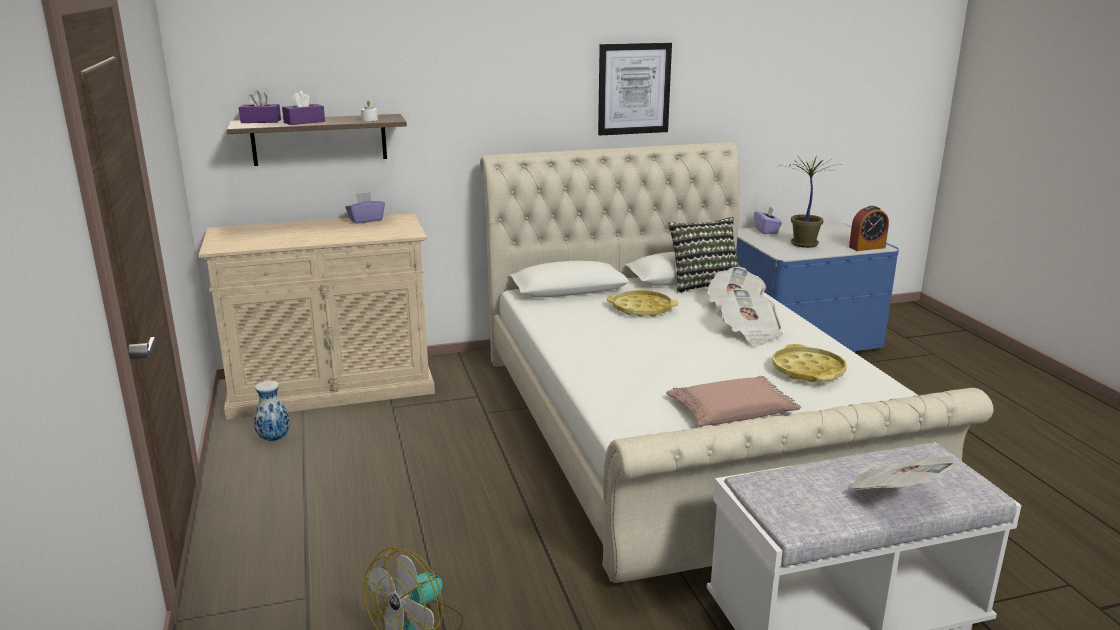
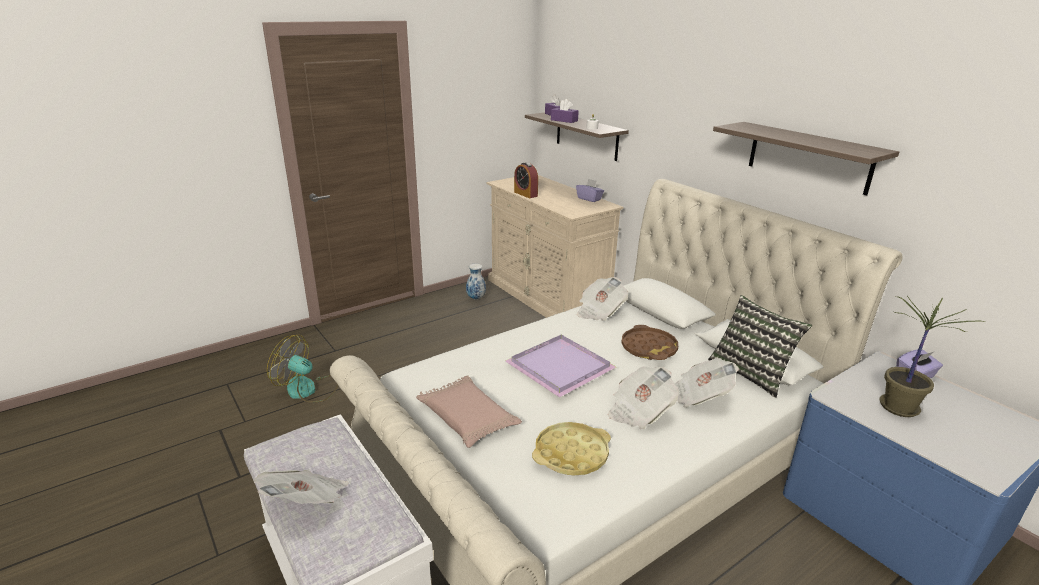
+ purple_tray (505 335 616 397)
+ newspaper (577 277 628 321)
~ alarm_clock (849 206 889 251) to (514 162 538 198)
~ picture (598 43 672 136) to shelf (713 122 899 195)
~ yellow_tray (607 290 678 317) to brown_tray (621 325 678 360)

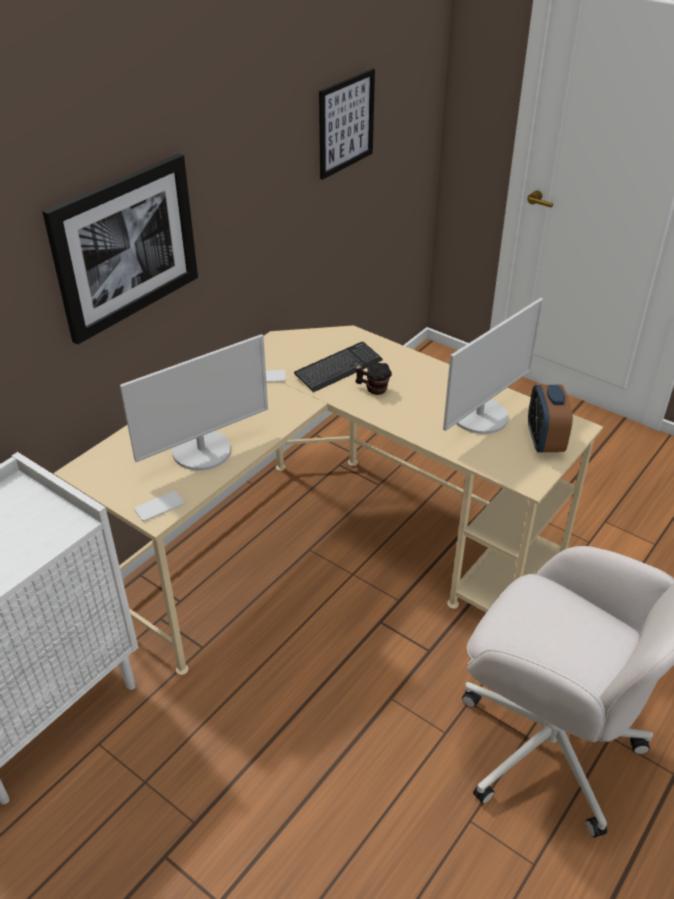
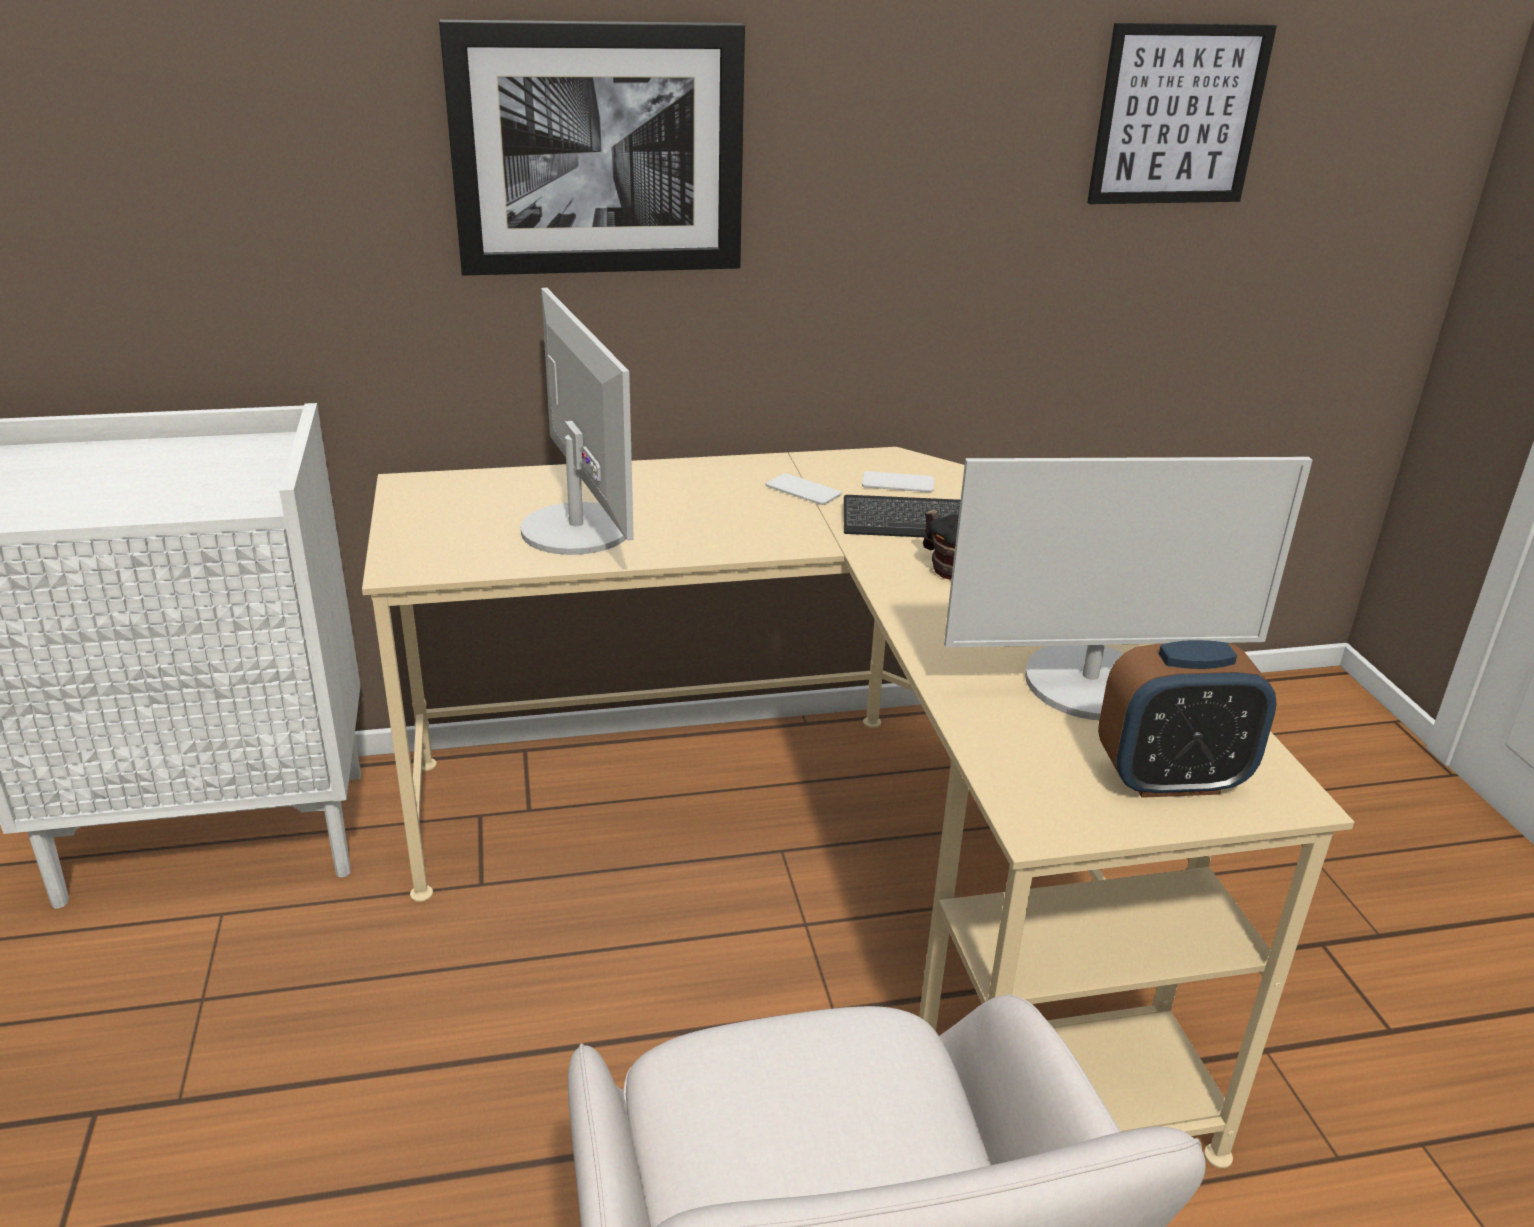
~ phone (134 491 184 521) to (862 471 934 492)
~ monitor (120 334 268 471) = (521 288 634 555) 120 degrees counterclockwise
~ alarm_clock (528 385 573 453) = (1098 640 1277 798) 135 degrees counterclockwise

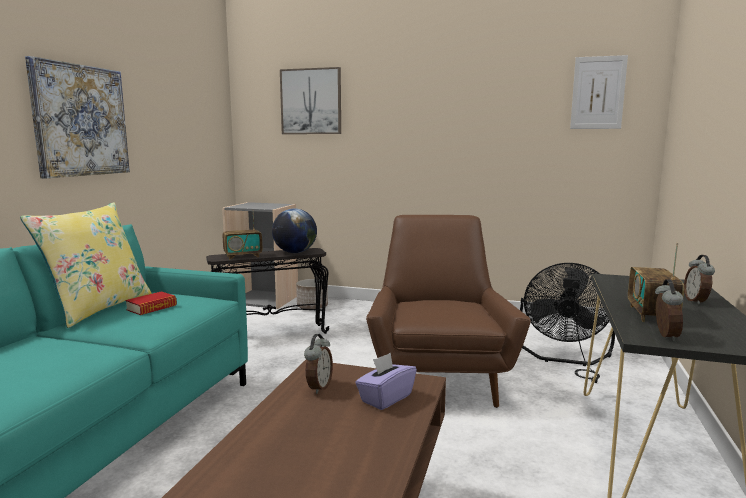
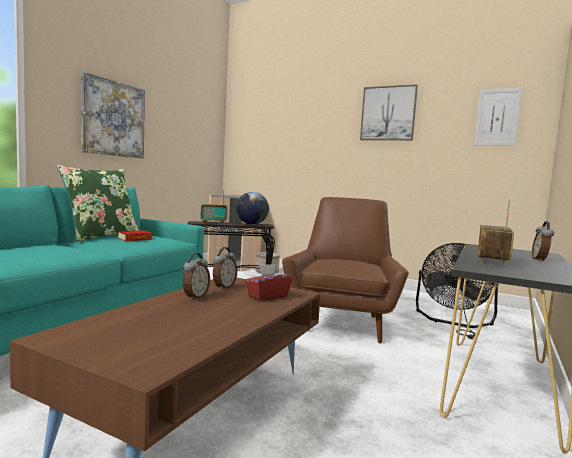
~ picture (280 67 341 134) to (360 84 418 140)
~ alarm_clock (655 279 684 341) to (183 253 210 300)
~ yellow_pillow (20 202 152 328) to green_pillow (57 165 139 242)
~ purple_tissue_box (355 352 417 410) to red_tissue_box (245 264 292 301)

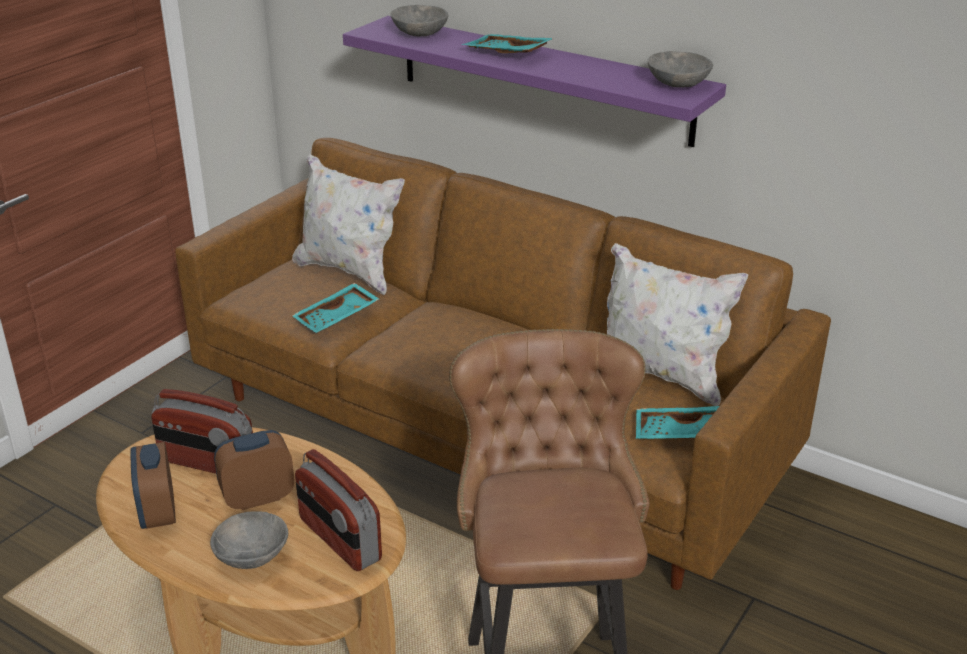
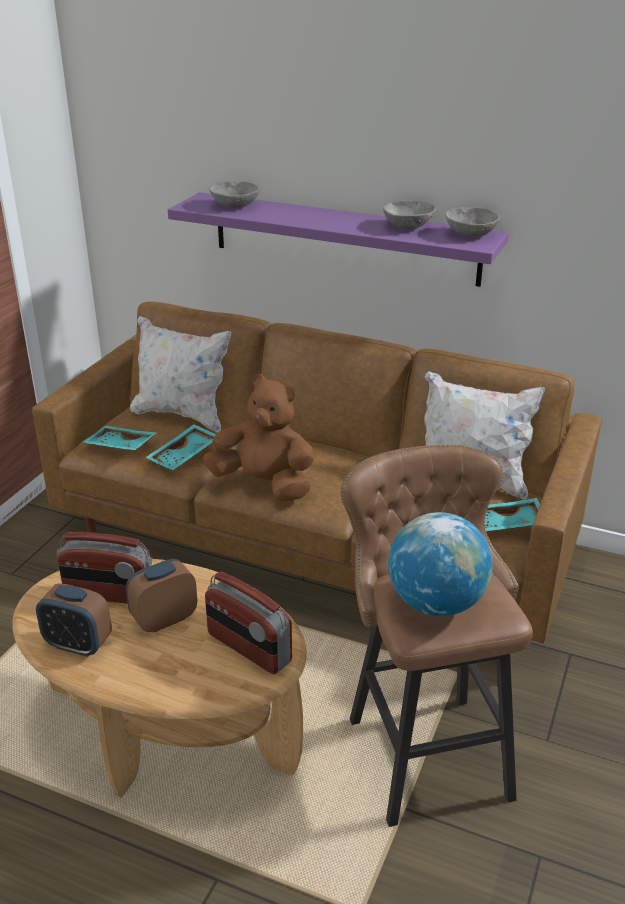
+ brown_plush_toy (203 374 314 502)
+ globe (388 512 492 616)
~ grey_bowl (210 511 288 569) to (383 201 436 229)
~ turquoise_tray (461 34 554 53) to (83 426 157 451)
~ alarm_clock (130 442 176 529) = (36 583 112 657) 45 degrees counterclockwise

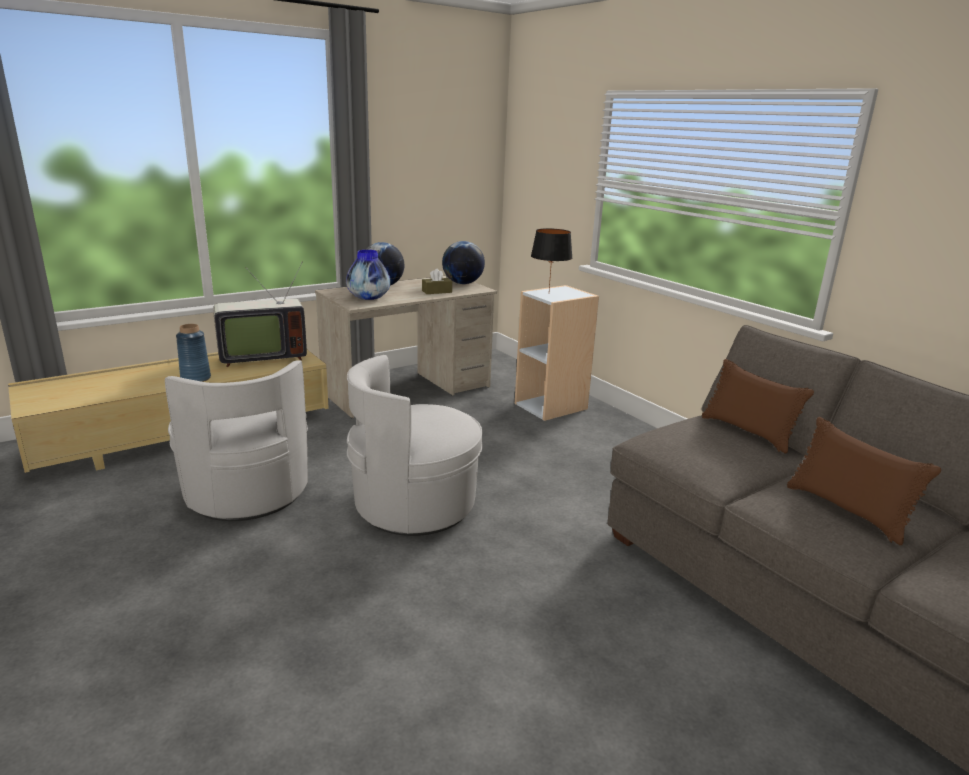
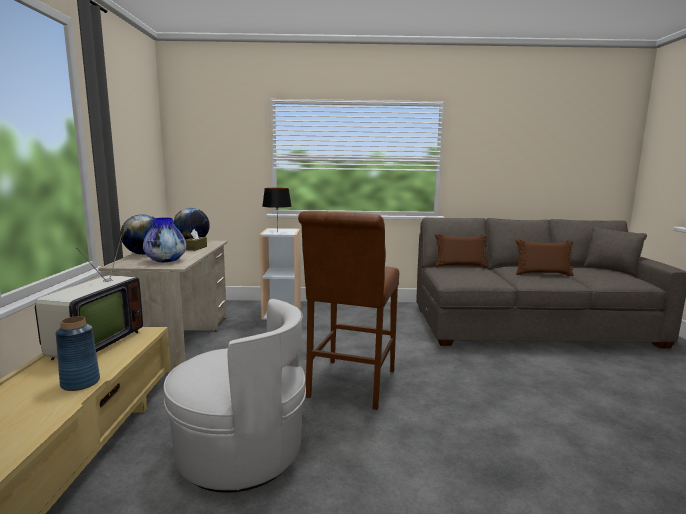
~ white_armchair (347 355 483 536) to brown_stool (298 211 399 410)

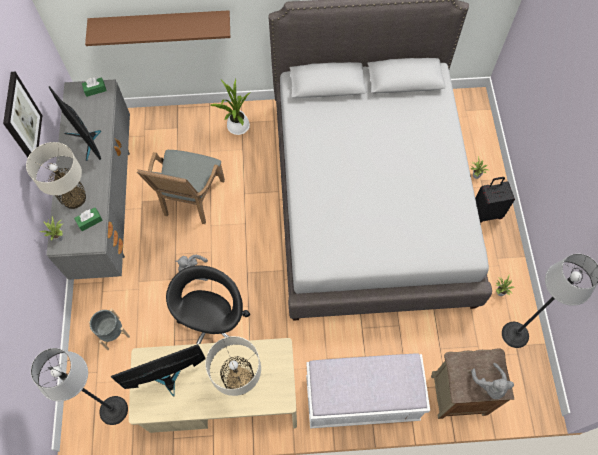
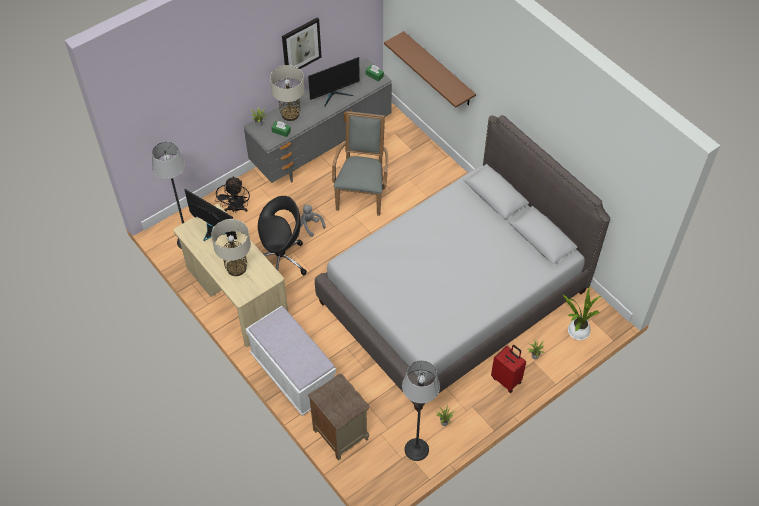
- grey_plush_toy (471 363 514 399)
~ potted_plant (210 79 251 135) to (562 286 601 340)
~ grey_planter (88 308 130 350) to black_fan (216 176 250 212)
~ black_suitcase (475 177 515 223) to red_suitcase (491 345 526 393)
~ monitor (49 86 101 161) = (308 57 360 107) 135 degrees counterclockwise
~ grey_armchair (137 150 225 224) = (332 111 388 216) 120 degrees clockwise

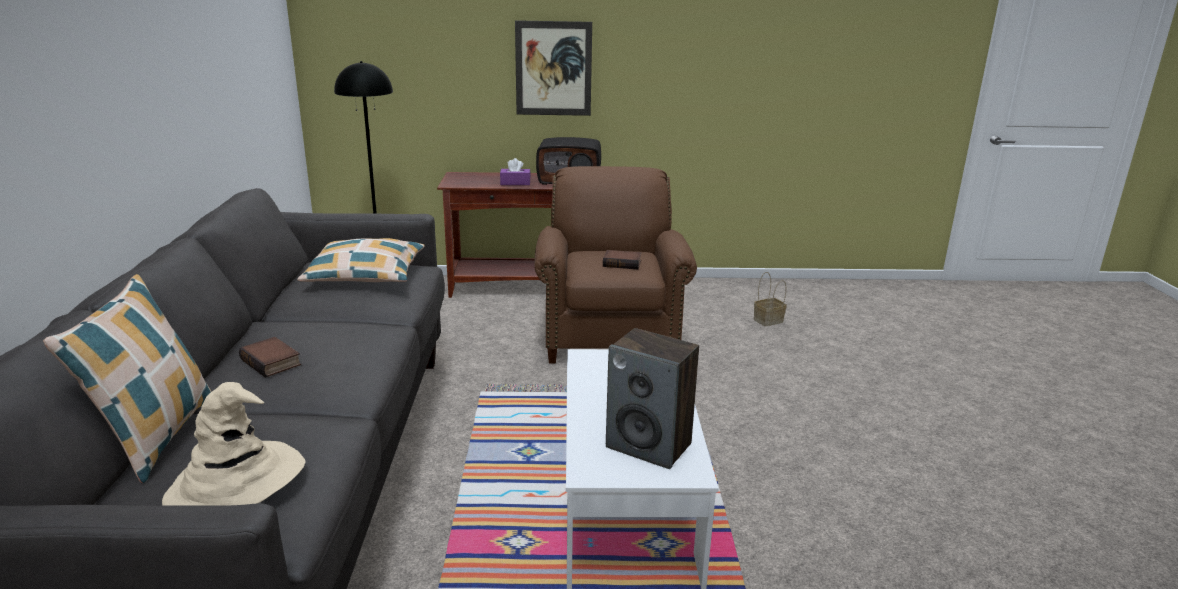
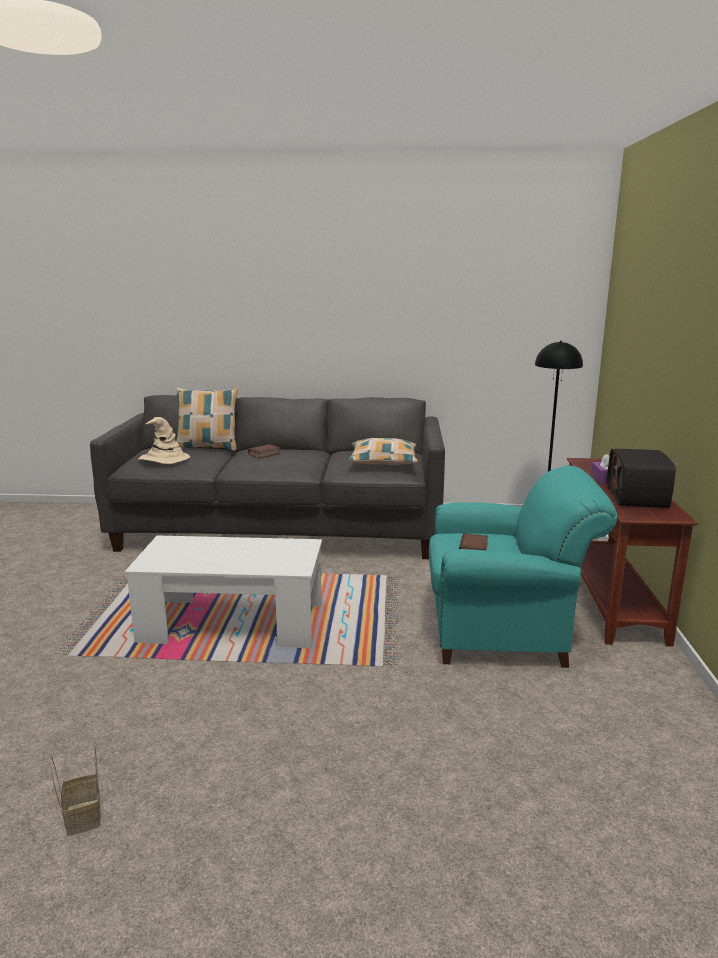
- picture (515 20 592 116)
- speaker (606 328 699 469)
~ basket (754 272 787 326) to (50 745 101 836)
~ brown_armchair (534 166 697 363) to turquoise_armchair (429 465 617 668)

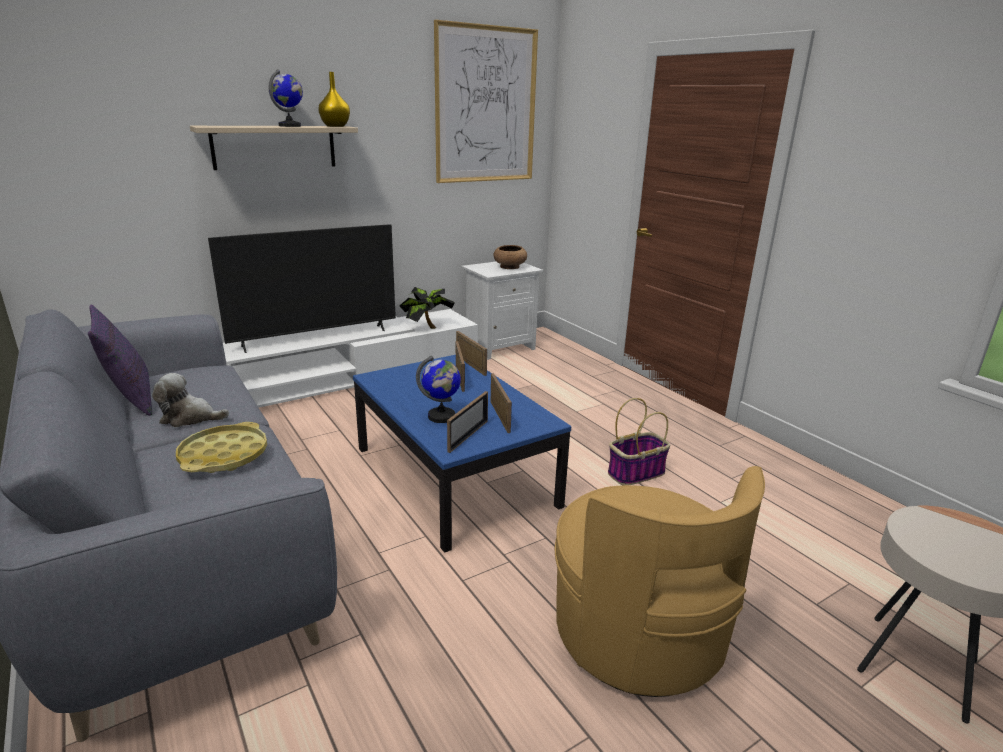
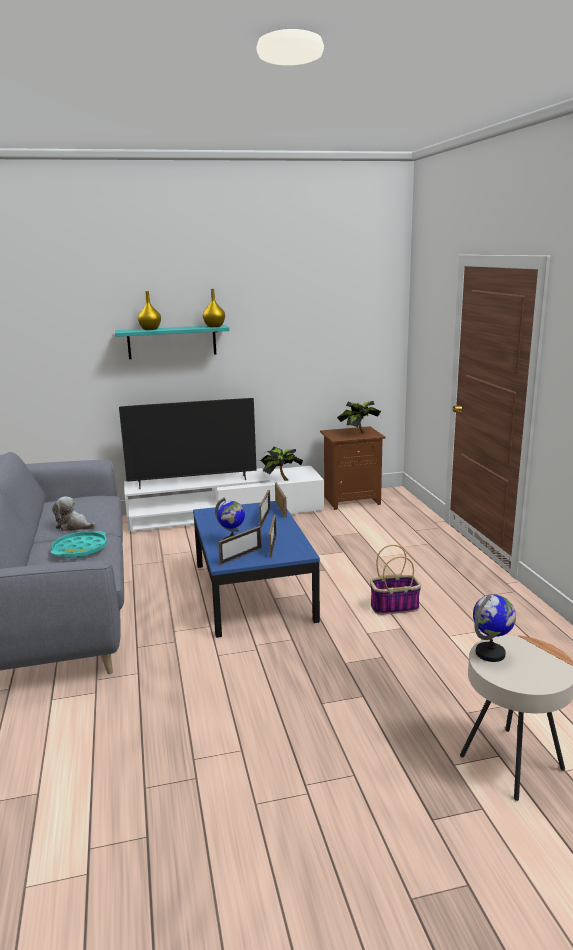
- purple_pillow (88 305 152 416)
- picture (434 20 538 183)
- beige_armchair (555 466 765 697)
+ yellow_vase (138 291 161 330)
~ globe (269 69 303 127) to (473 594 516 662)
~ brown_bowl (494 245 527 269) to potted_plant (337 401 381 433)
~ yellow_tray (176 422 267 473) to turquoise_tray (51 531 107 558)
~ beige_shelf (190 126 358 170) to turquoise_shelf (115 325 229 359)
~ white_nightstand (462 262 543 360) to brown_nightstand (320 426 386 510)

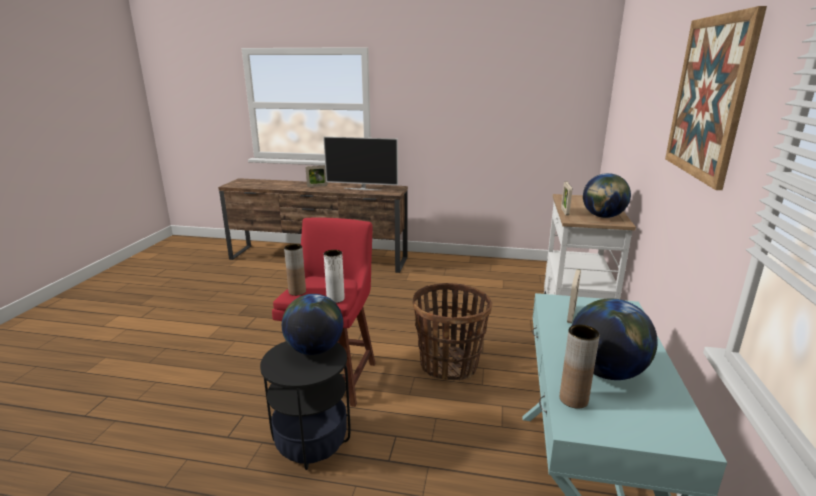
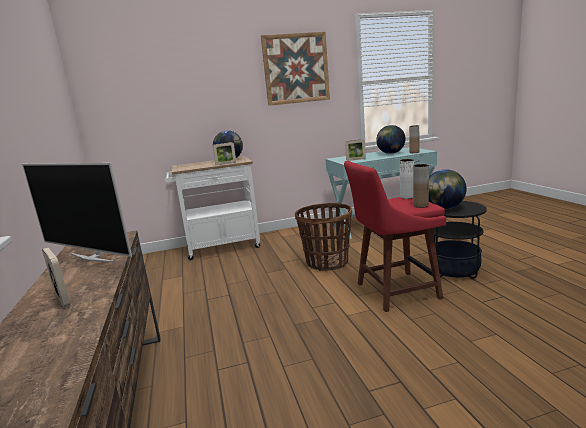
~ television (323 137 398 190) = (22 163 132 262) 135 degrees clockwise

